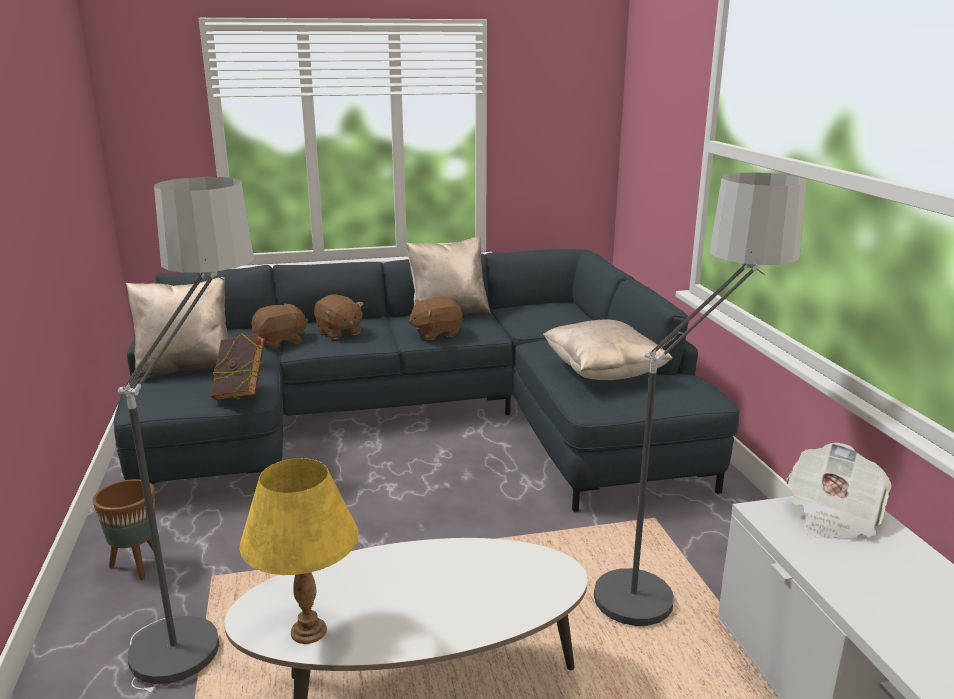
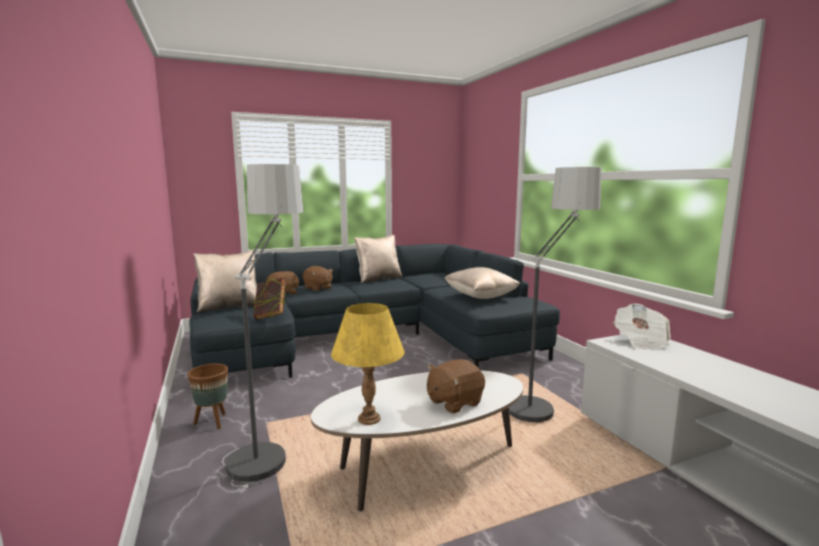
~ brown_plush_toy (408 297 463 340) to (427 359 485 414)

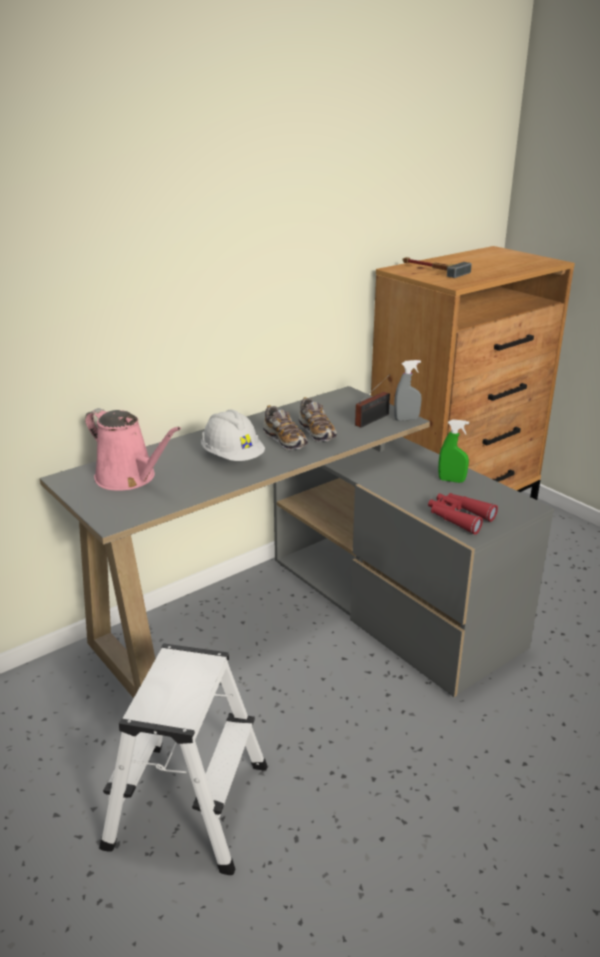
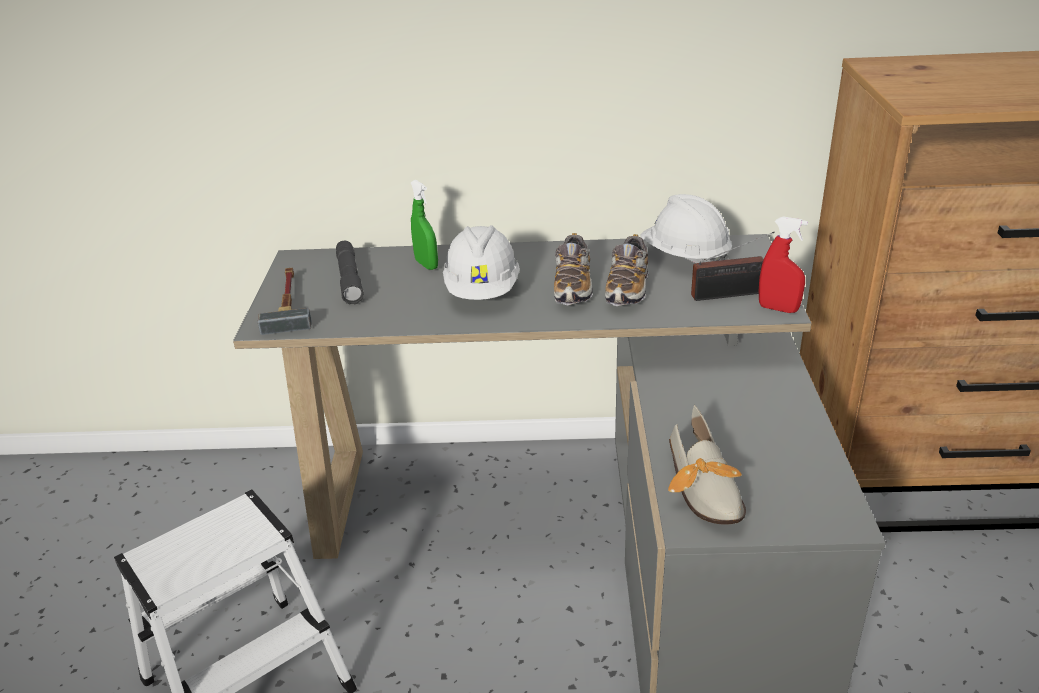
+ white_hard_hat (641 194 732 263)
~ hammer (402 257 472 278) to (258 268 312 335)
~ green_spray_bottle (438 419 469 483) to (411 180 438 270)
~ pink_watering_can (85 408 181 491) to grey_flashlight (336 241 364 305)
~ red_binoculars (428 493 498 535) to shoe (668 405 746 525)
~ grey_spray_bottle (394 360 421 421) to red_spray_bottle (759 216 808 313)

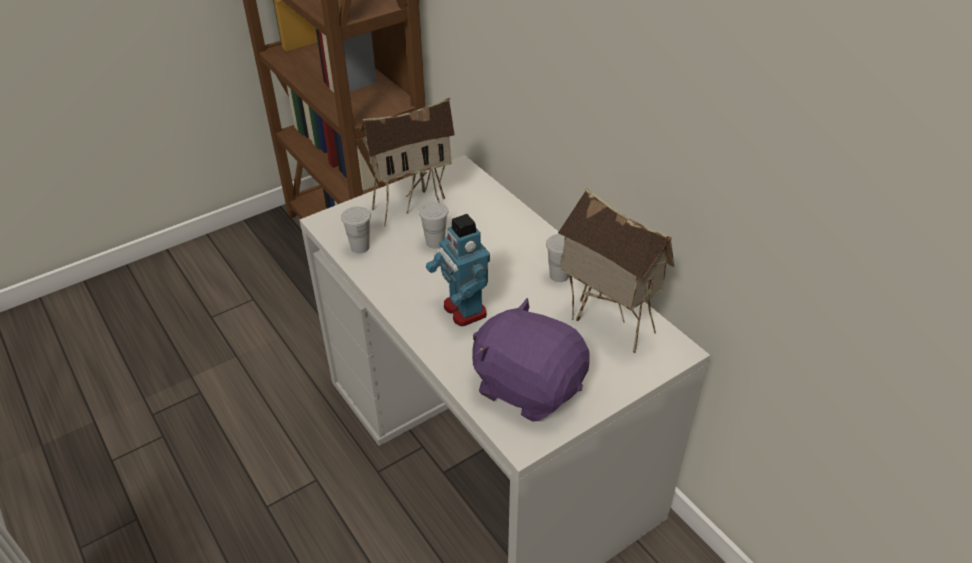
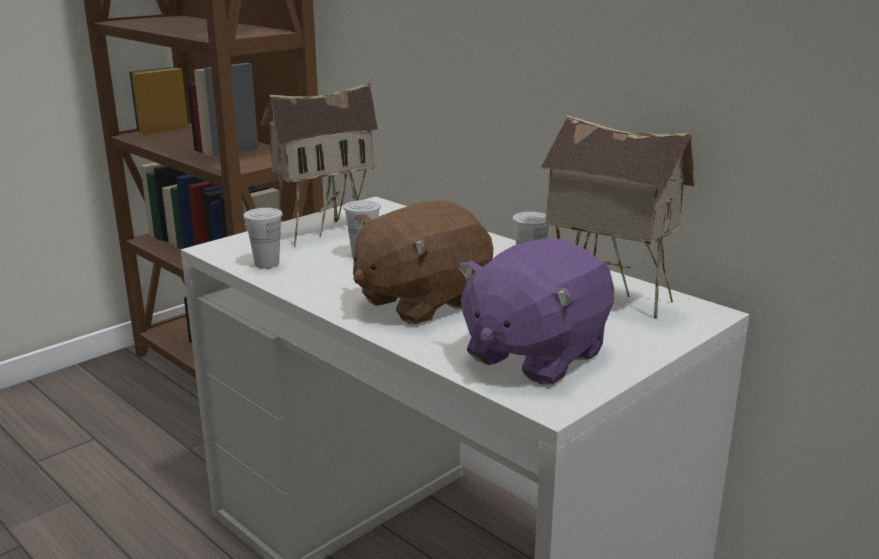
~ toy_robot (426 214 490 326) to brown_plush_toy (353 200 493 324)
~ purple_plush_toy (472 298 590 422) = (458 238 614 385) 75 degrees counterclockwise

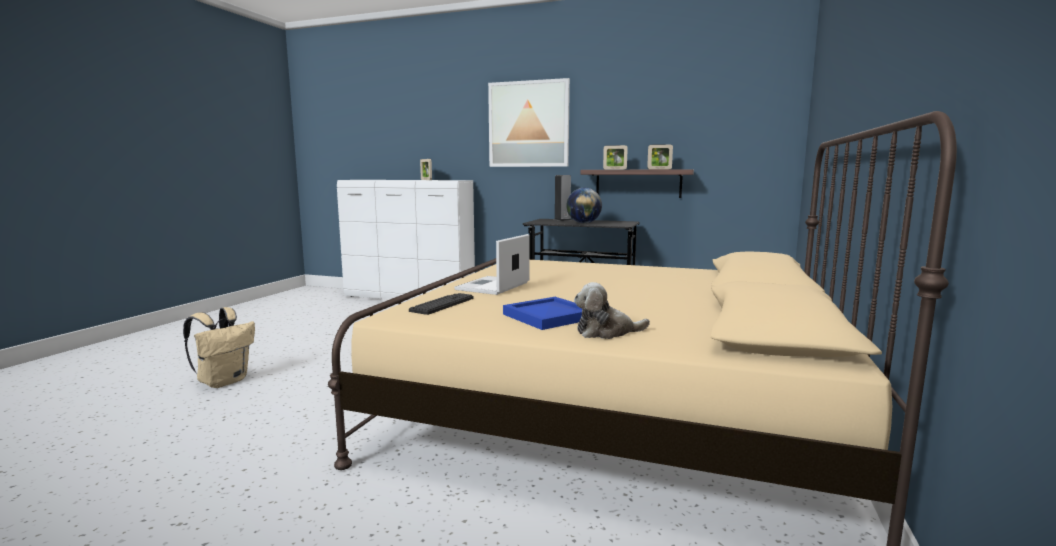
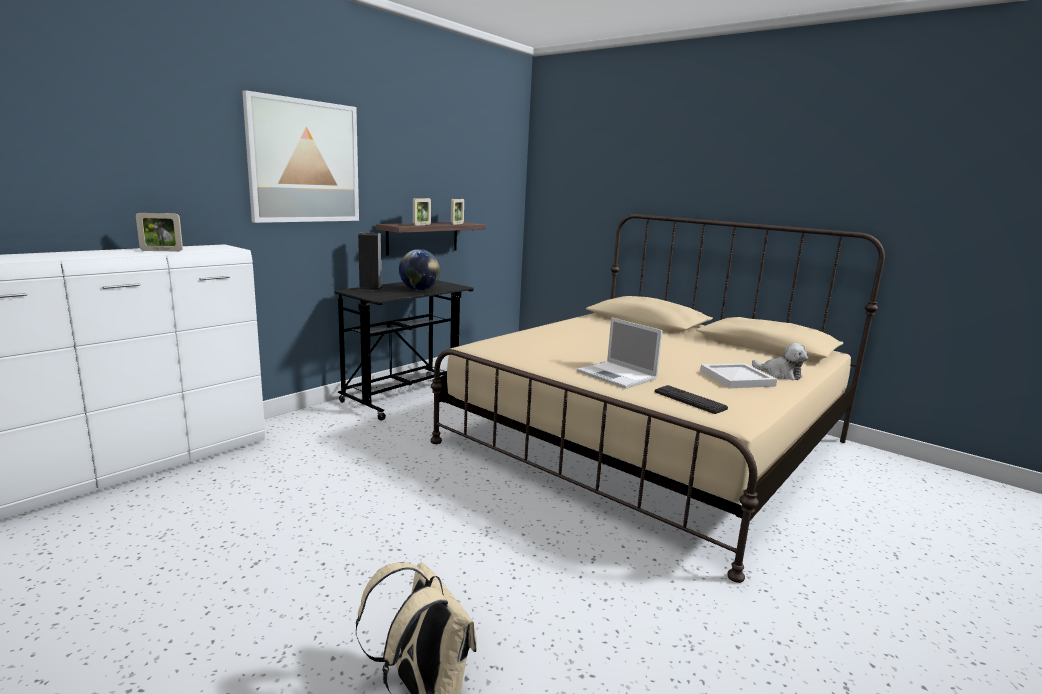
~ blue_tray (503 297 582 330) to white_tray (700 363 777 388)
~ plush_toy (574 282 650 339) = (752 343 808 380) 60 degrees counterclockwise

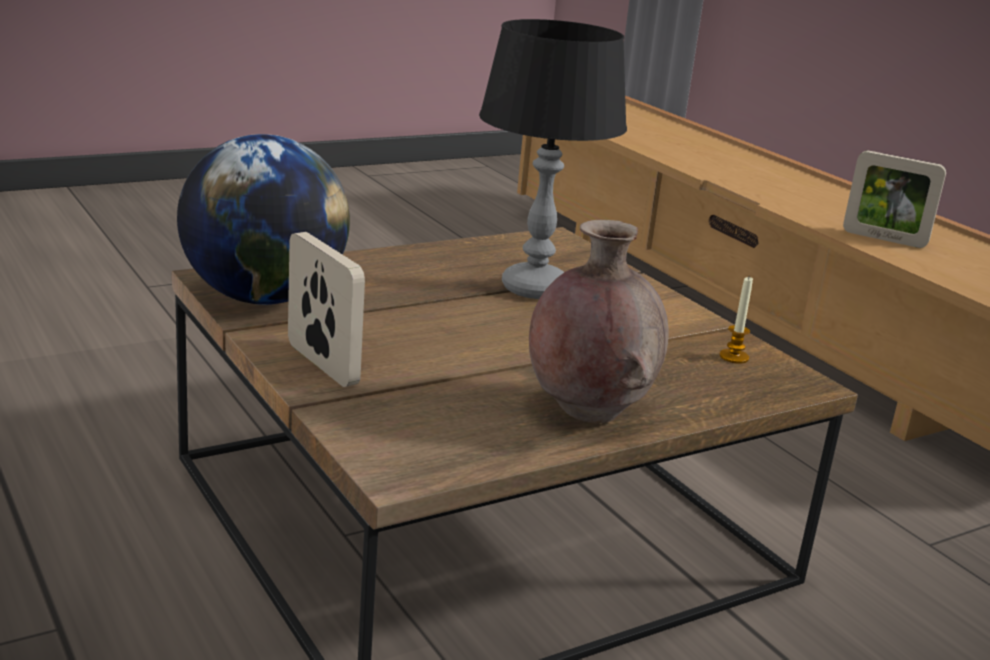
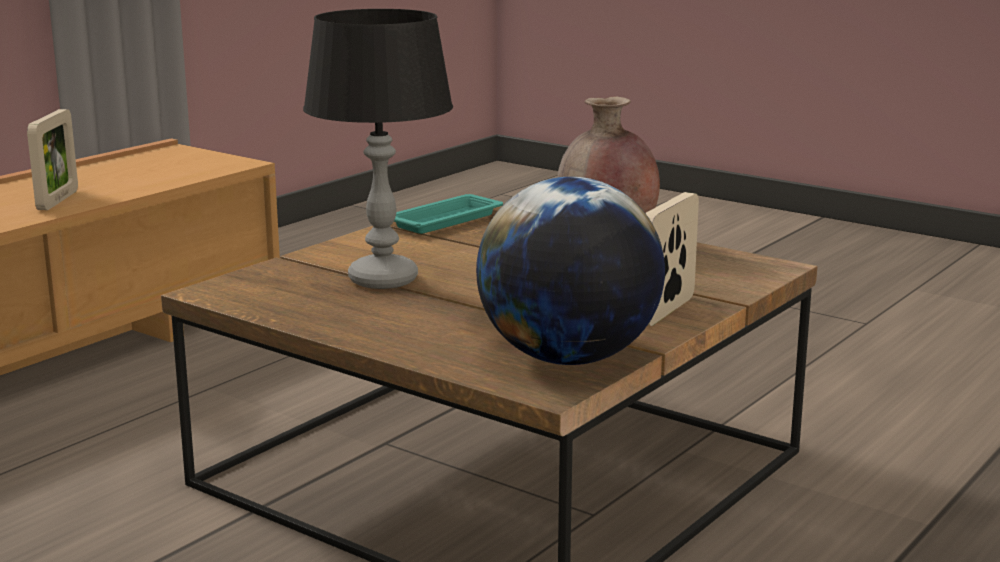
~ candle (720 277 753 364) to turquoise_tray (394 194 503 234)

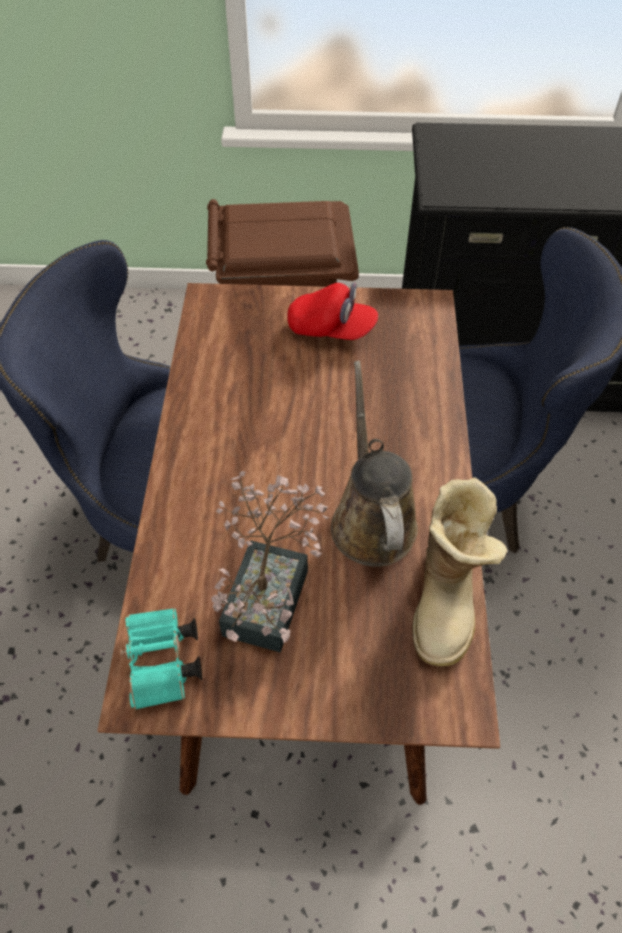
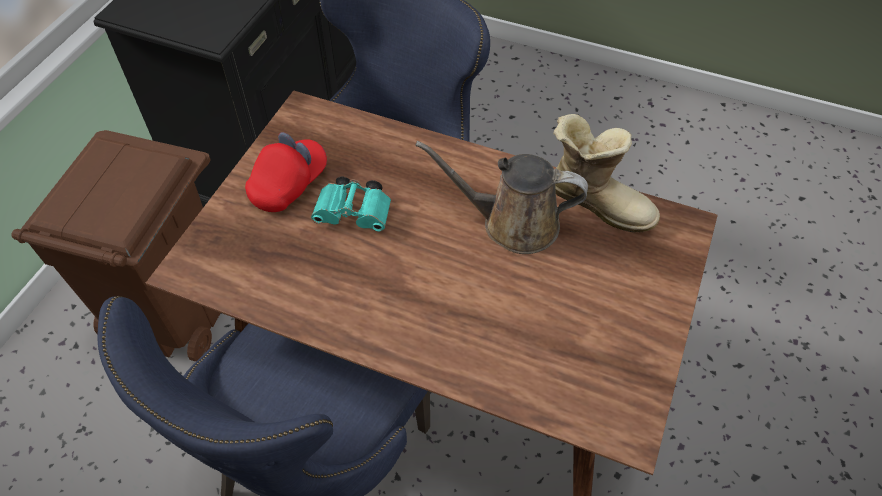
- potted_plant (211 471 329 653)
~ turquoise_binoculars (120 608 202 710) to (311 177 391 232)

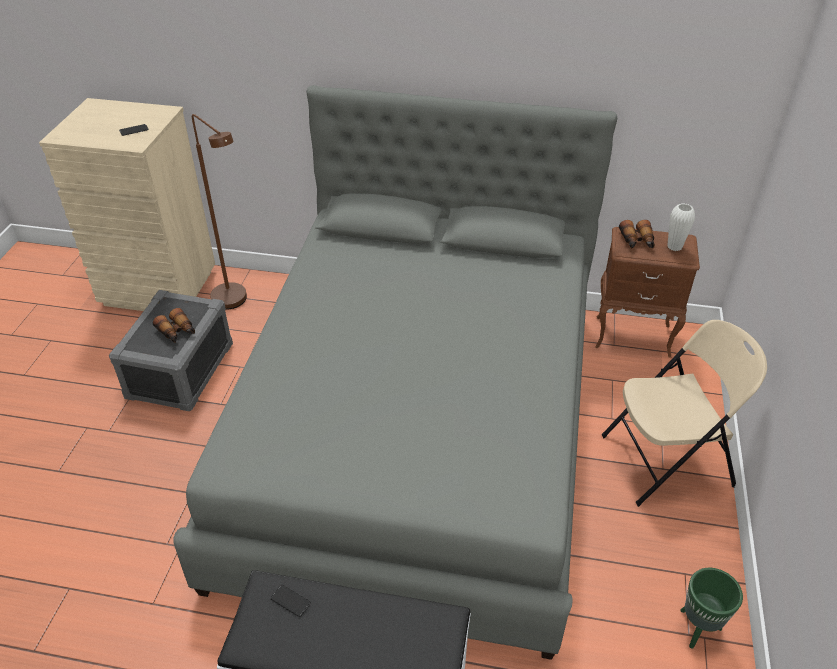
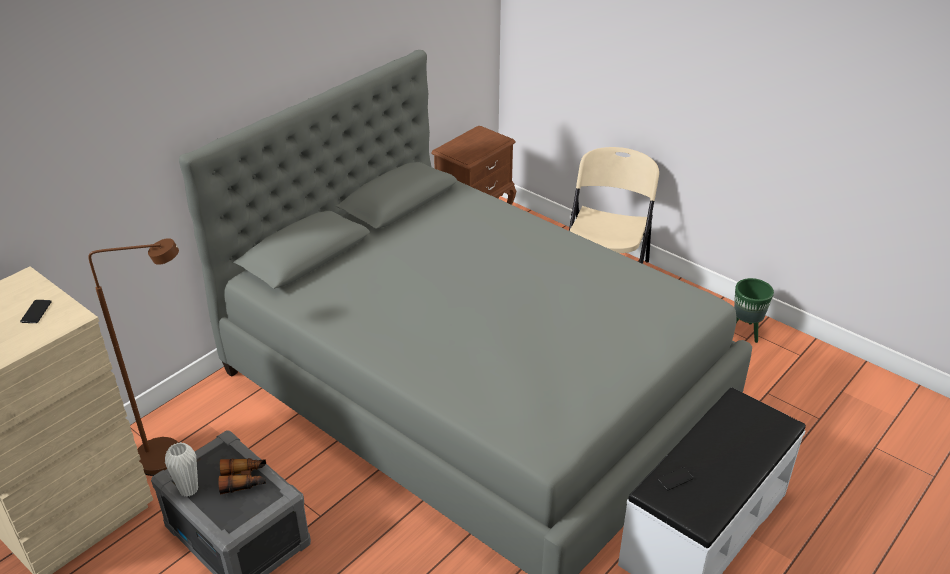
- binoculars (619 220 655 249)
~ white_vase (667 203 695 251) to (165 442 198 497)

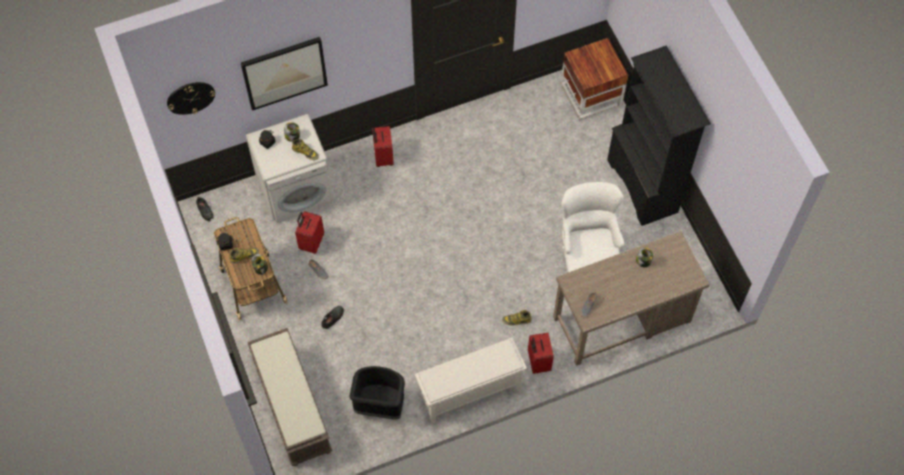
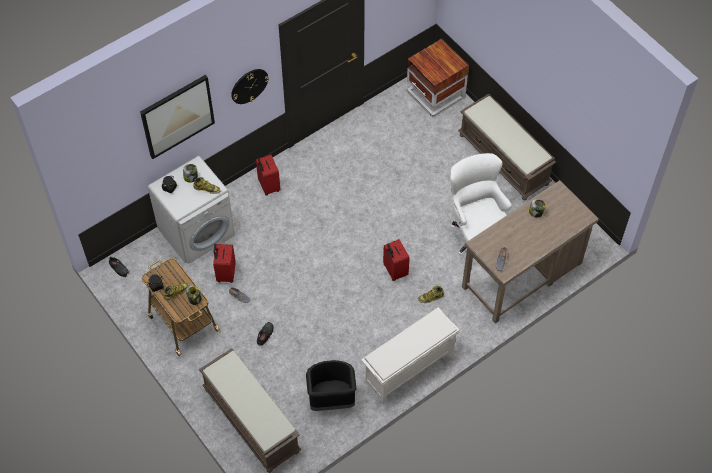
~ wall_clock (167 82 215 115) to (231 69 269 104)
~ red_suitcase (528 333 554 374) to (383 239 410 281)
~ black_bookcase (607 46 711 226) to brown_bench (458 94 556 200)

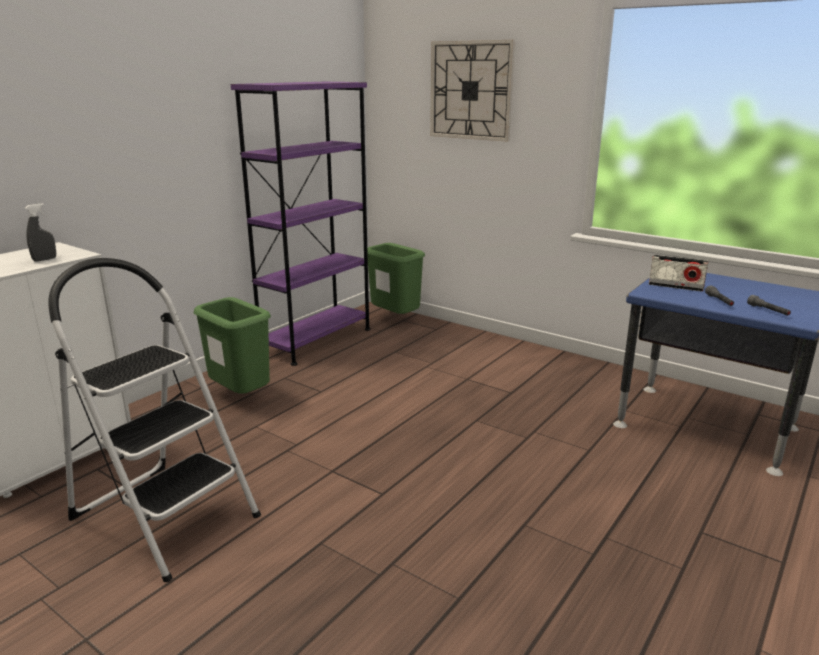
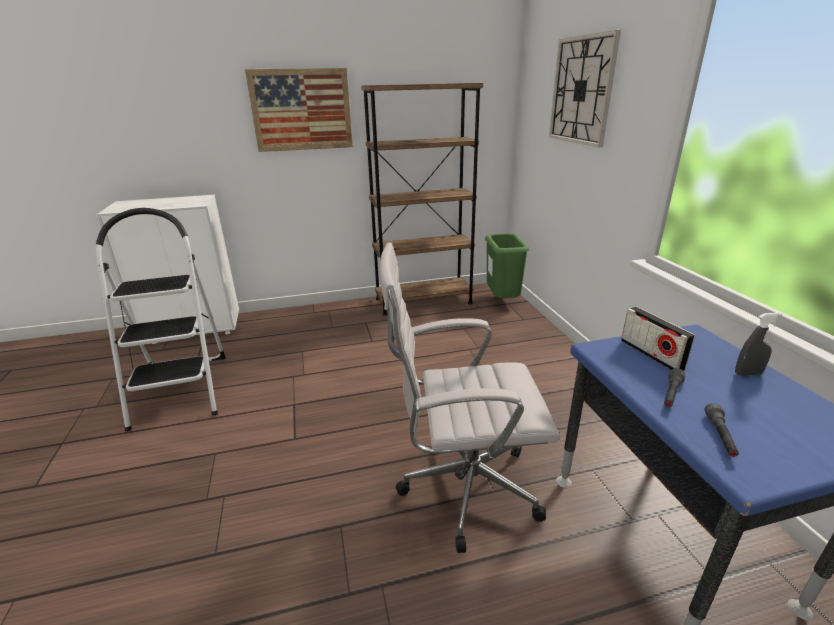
- green_trash_can (194 297 271 394)
+ picture (245 68 353 152)
+ white_office_chair (380 242 560 553)
~ grey_spray_bottle (25 203 56 262) to (735 313 782 376)
~ purple_bookcase (231 82 371 366) to brown_bookcase (361 83 483 316)

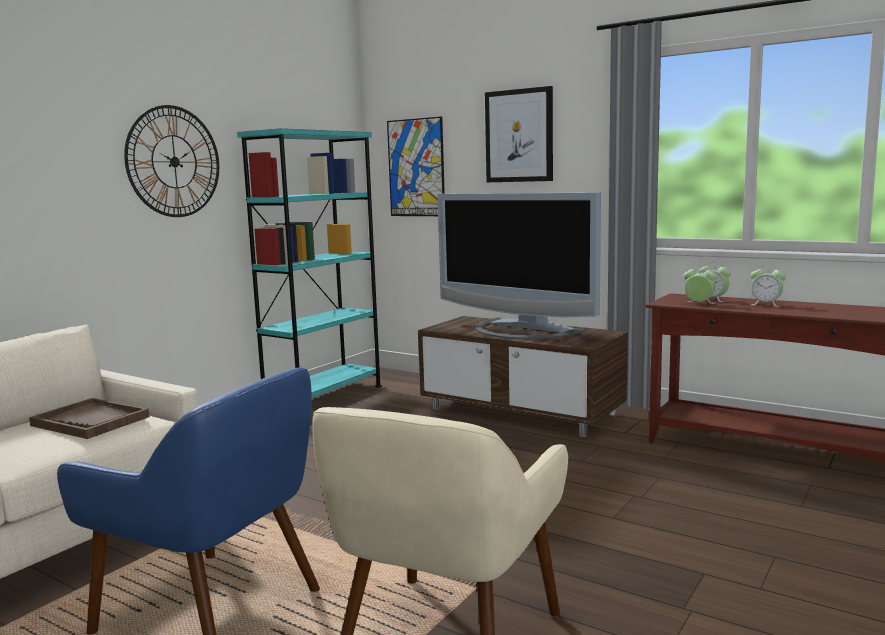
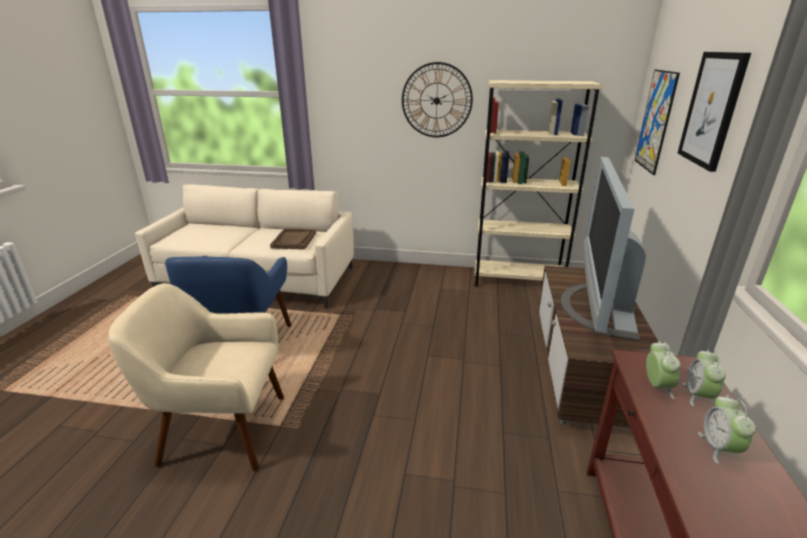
~ turquoise_bookcase (237 128 382 397) to beige_bookcase (474 80 603 287)

